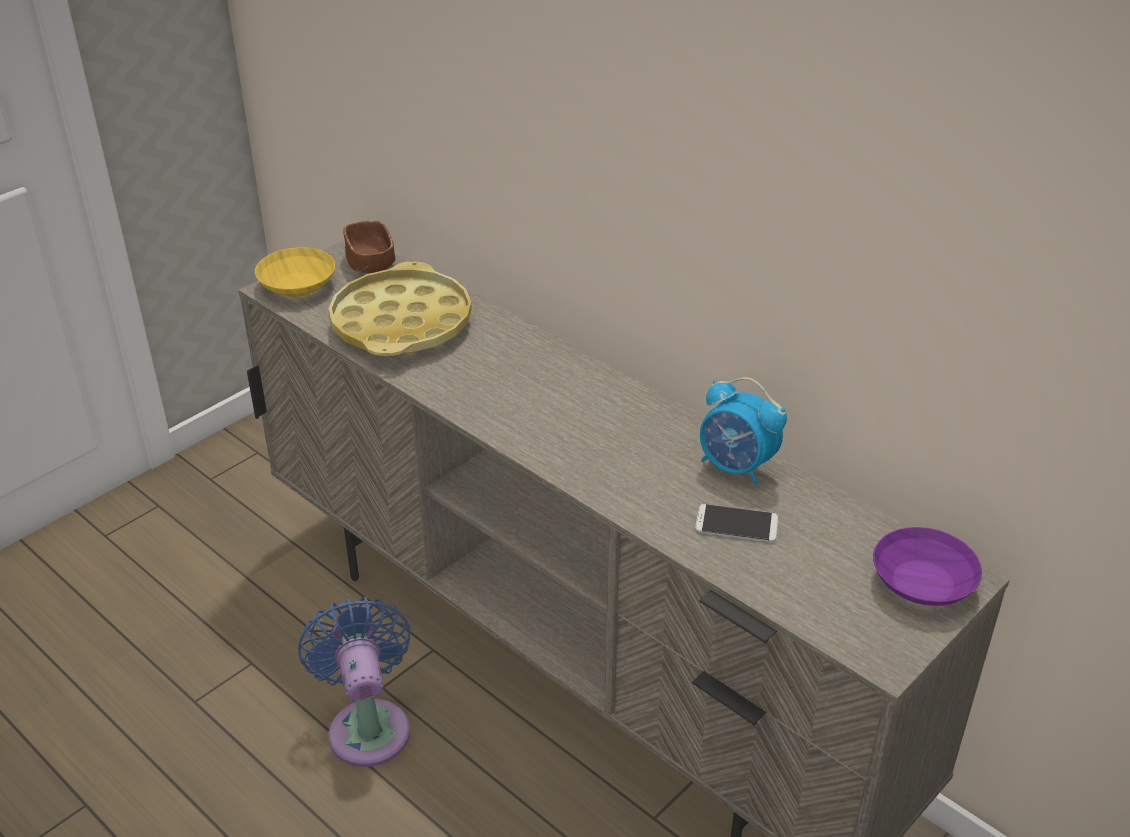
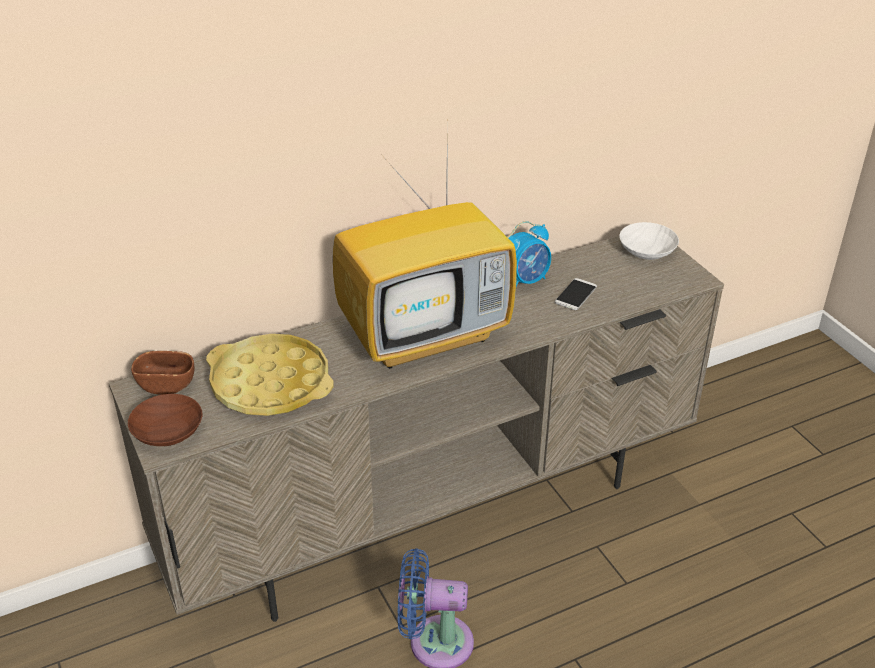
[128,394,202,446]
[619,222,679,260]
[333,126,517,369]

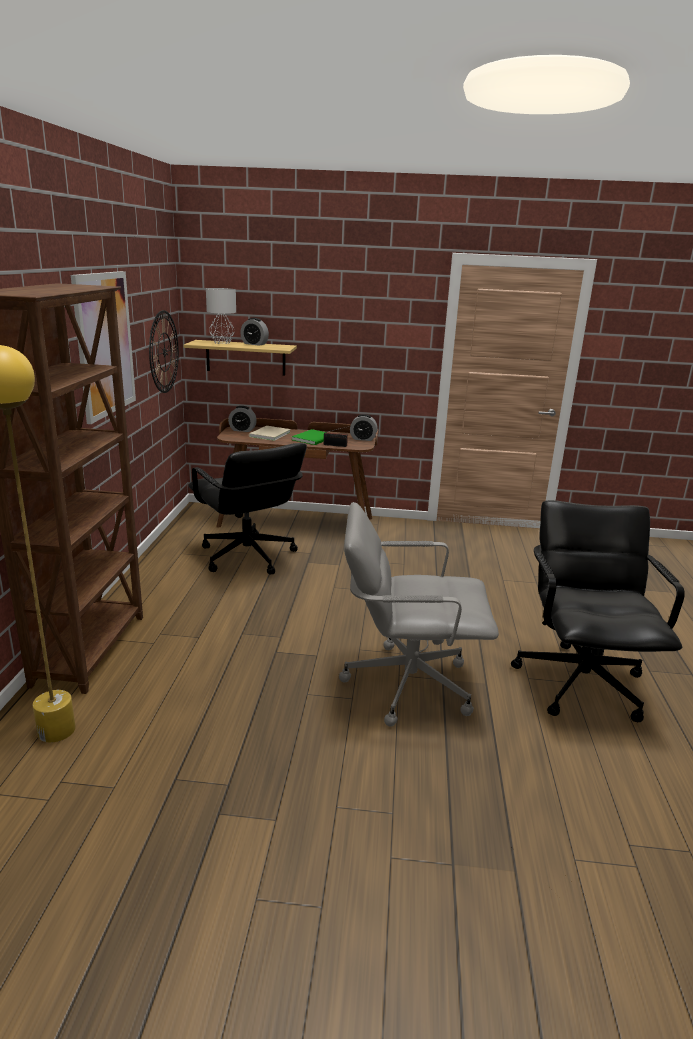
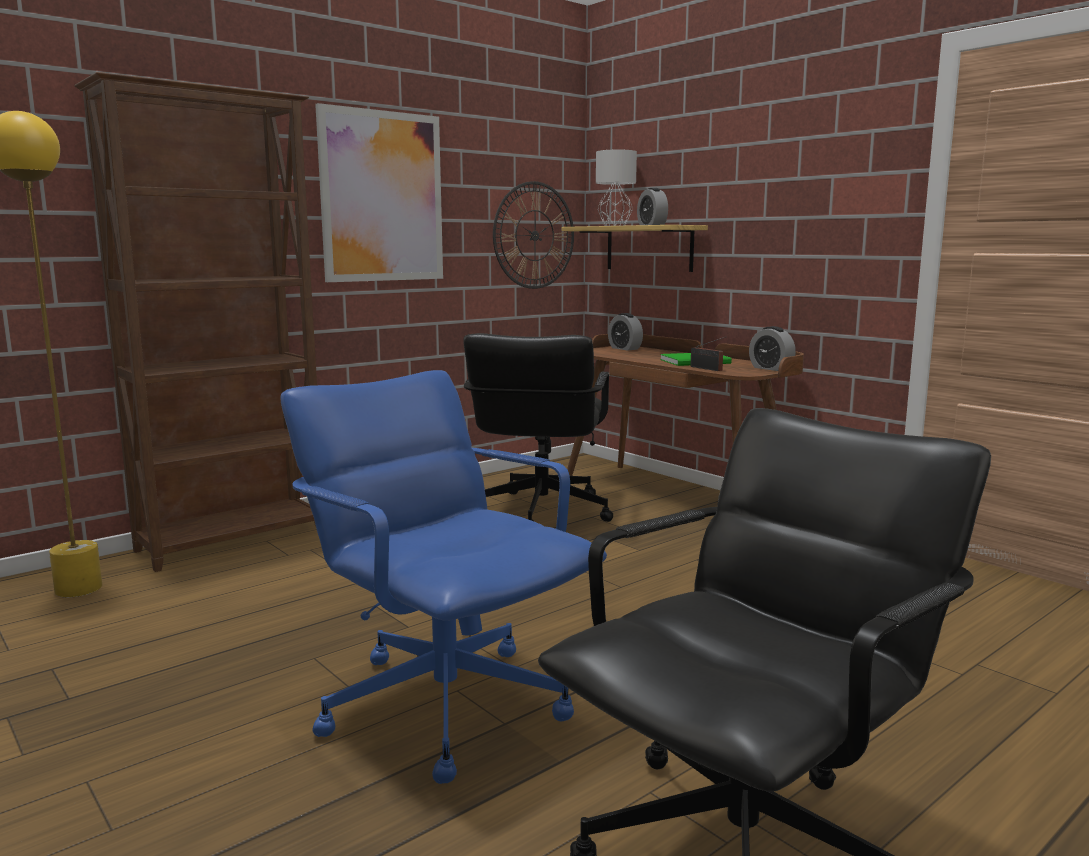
[249,426,291,441] (first image)
[280,370,607,784]

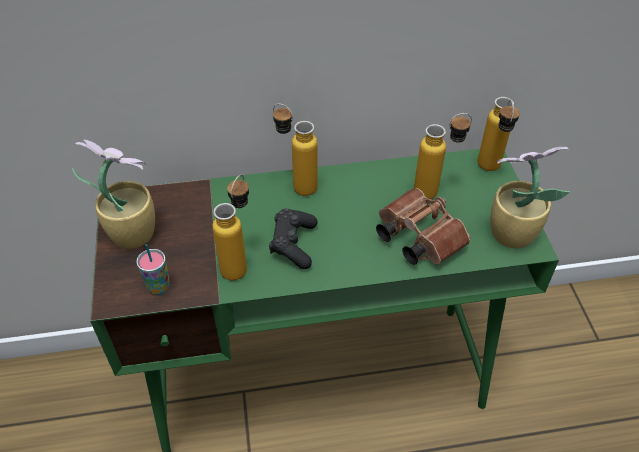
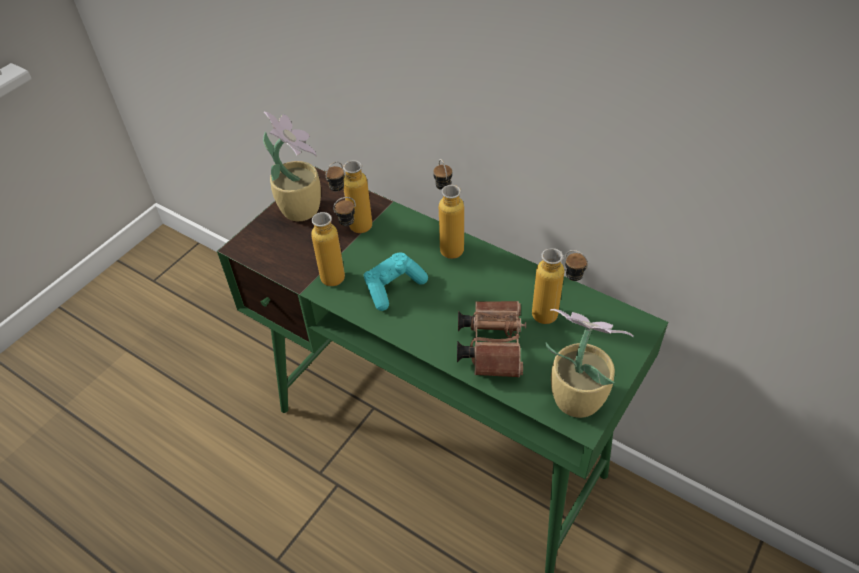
[136,244,170,295] (first image)
[364,252,428,311]
[325,161,372,233]

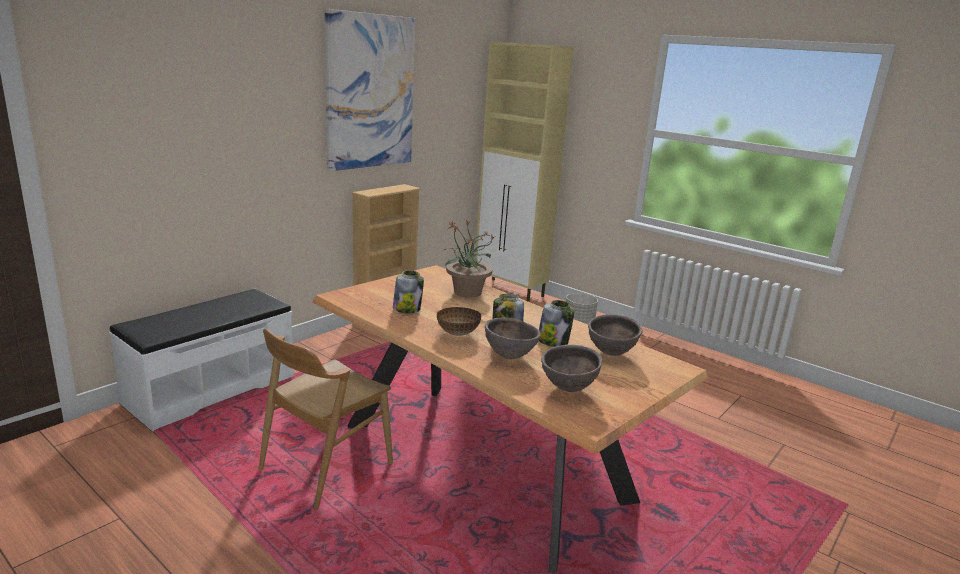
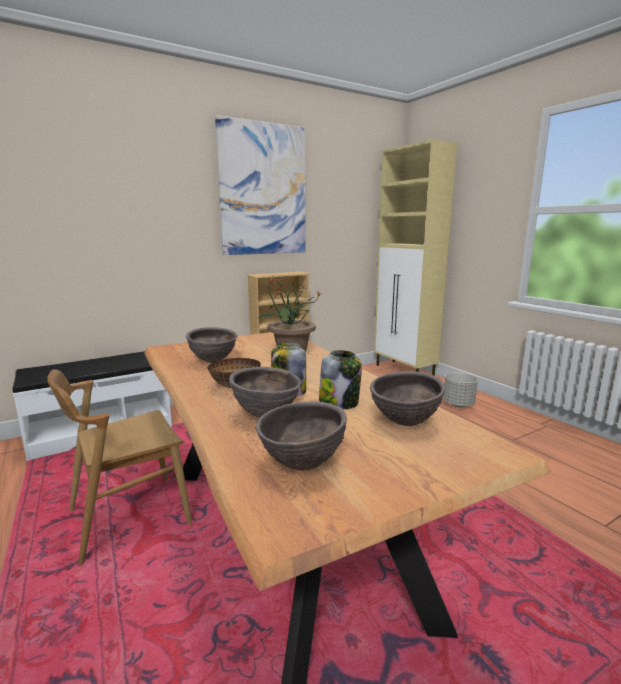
[186,327,237,363]

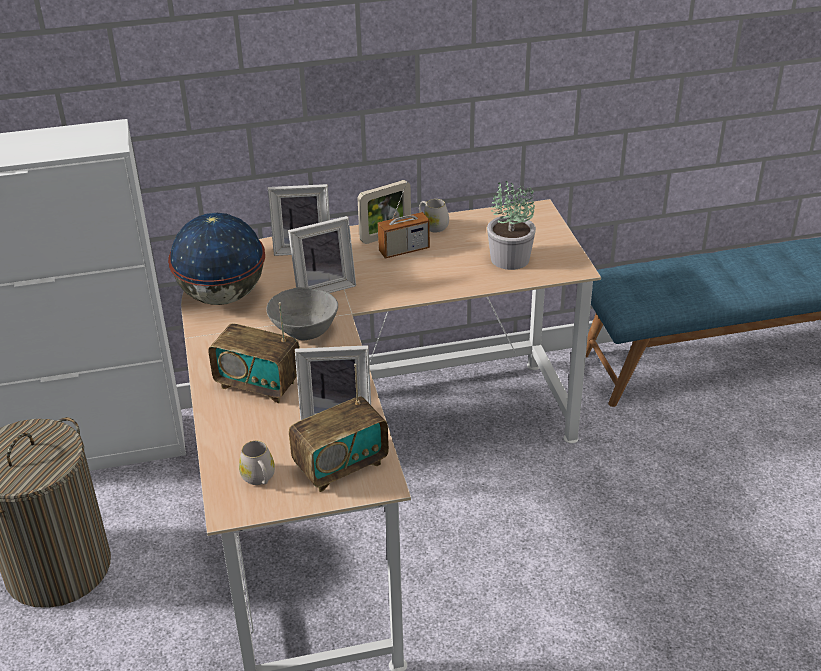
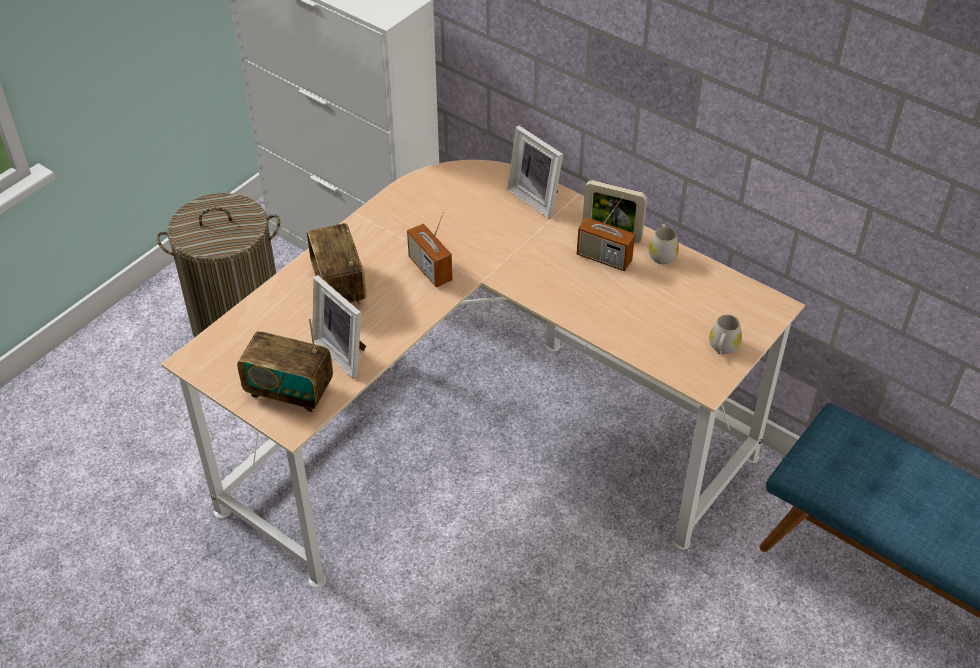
[168,213,265,305] (first image)
[709,315,742,354]
[407,212,453,287]
[288,216,356,293] (first image)
[487,181,536,270] (first image)

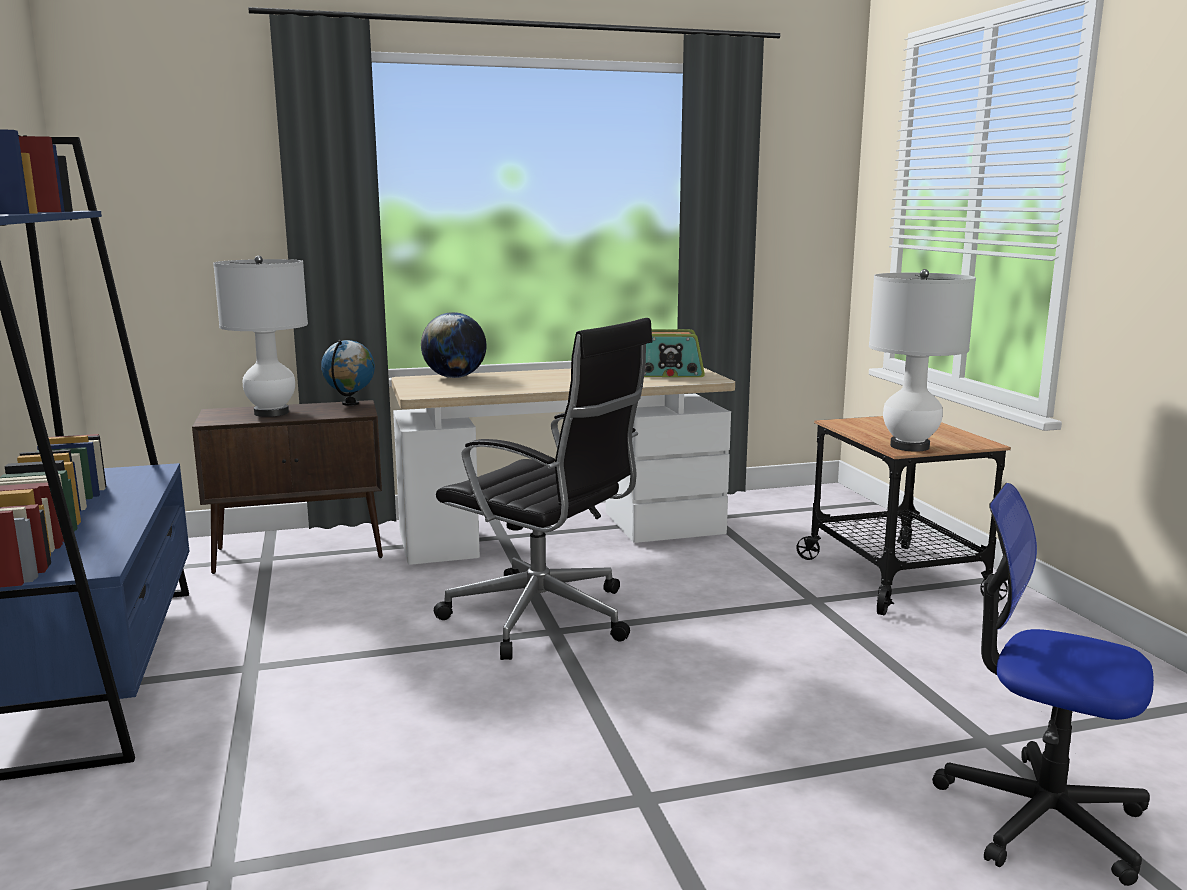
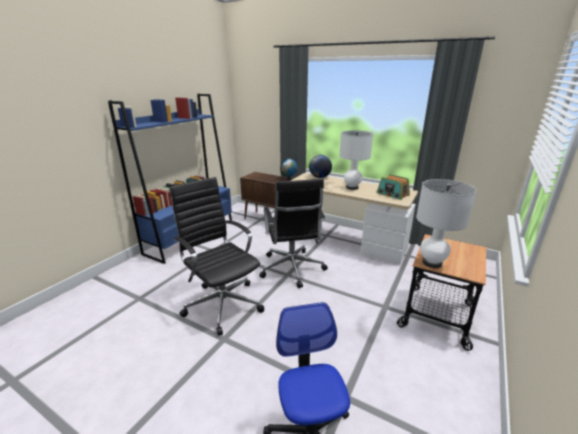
[339,130,373,190]
[169,177,264,336]

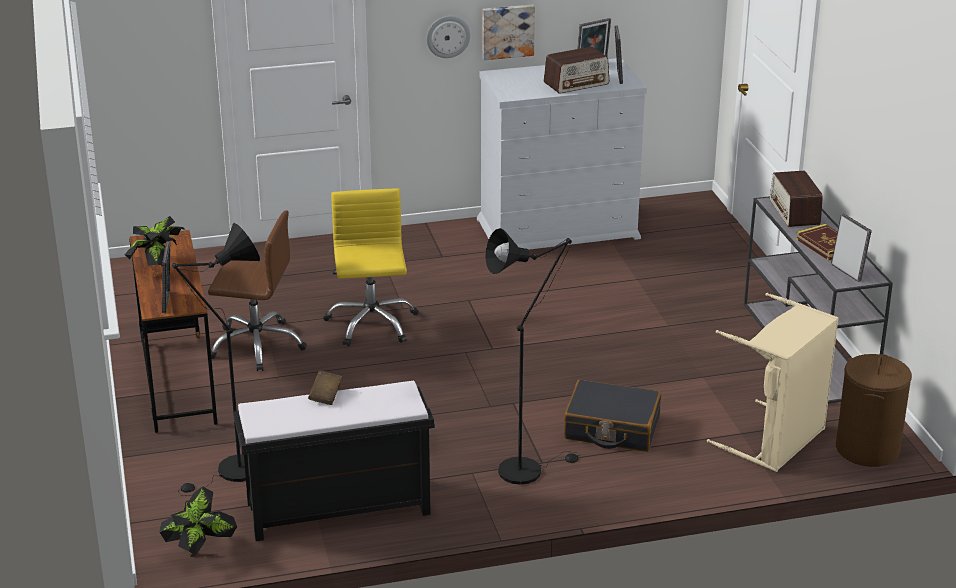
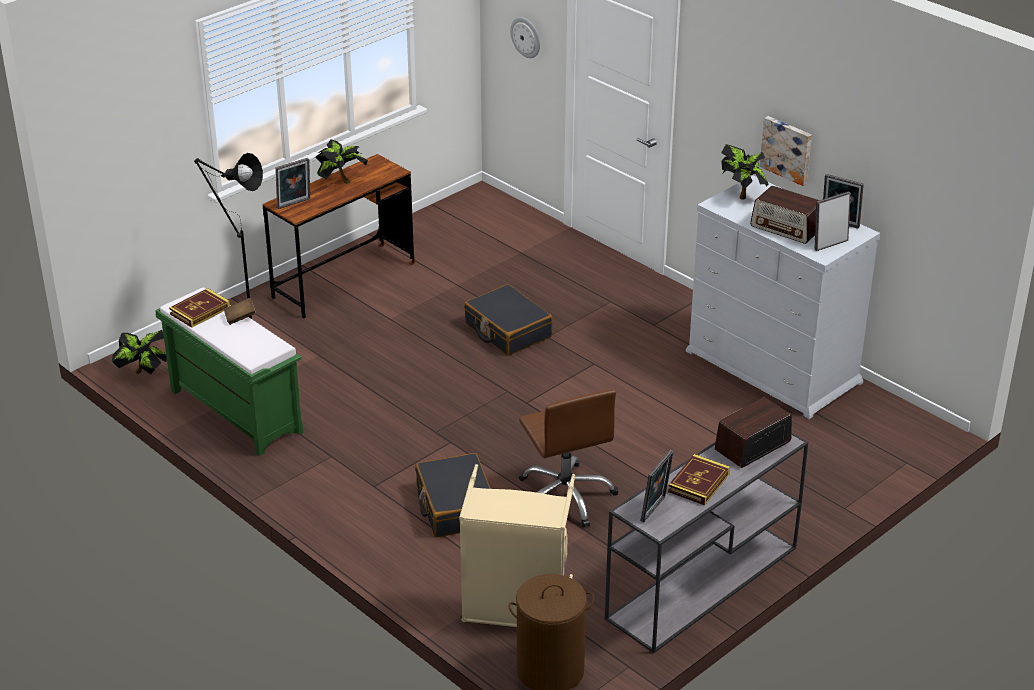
[519,389,619,527]
[155,288,303,456]
[464,284,553,356]
[510,17,540,58]
[485,228,580,485] (first image)
[169,288,230,328]
[721,144,768,199]

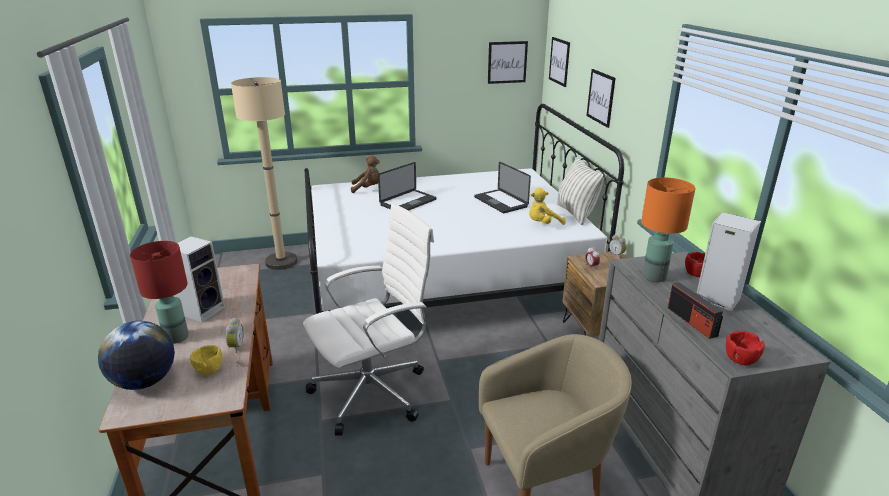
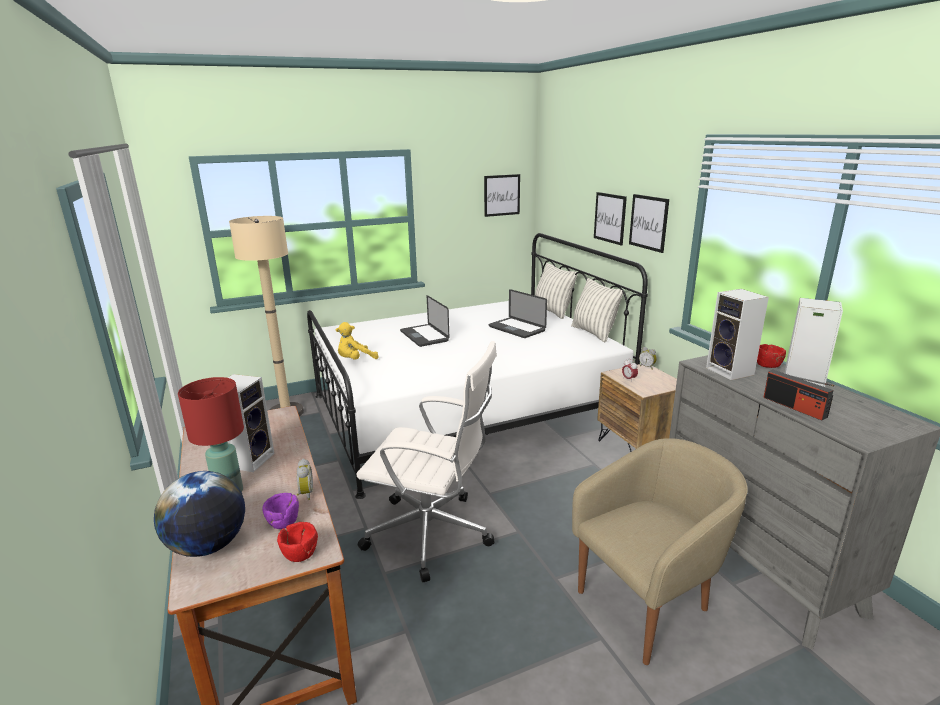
[263,493,299,529]
[356,341,497,582]
[351,156,380,193] (first image)
[400,295,449,347]
[336,322,379,359]
[629,194,669,253]
[706,289,769,380]
[277,522,318,562]
[535,263,577,319]

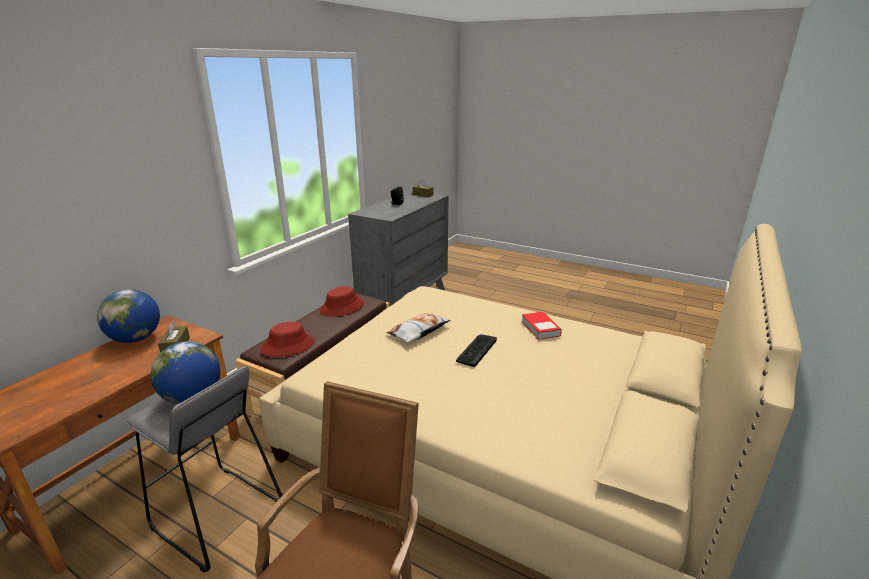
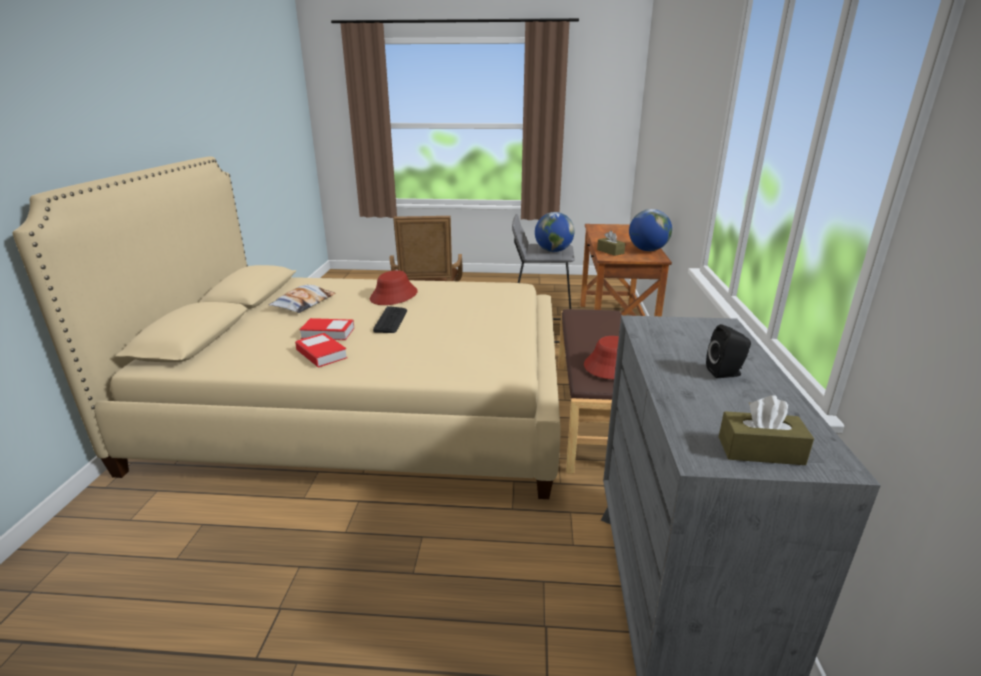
[370,270,418,305]
[269,285,336,313]
[299,318,354,340]

